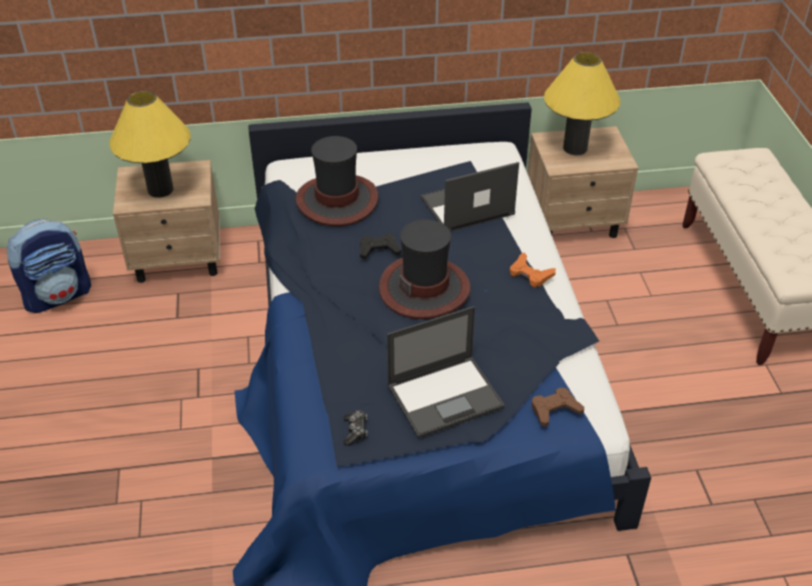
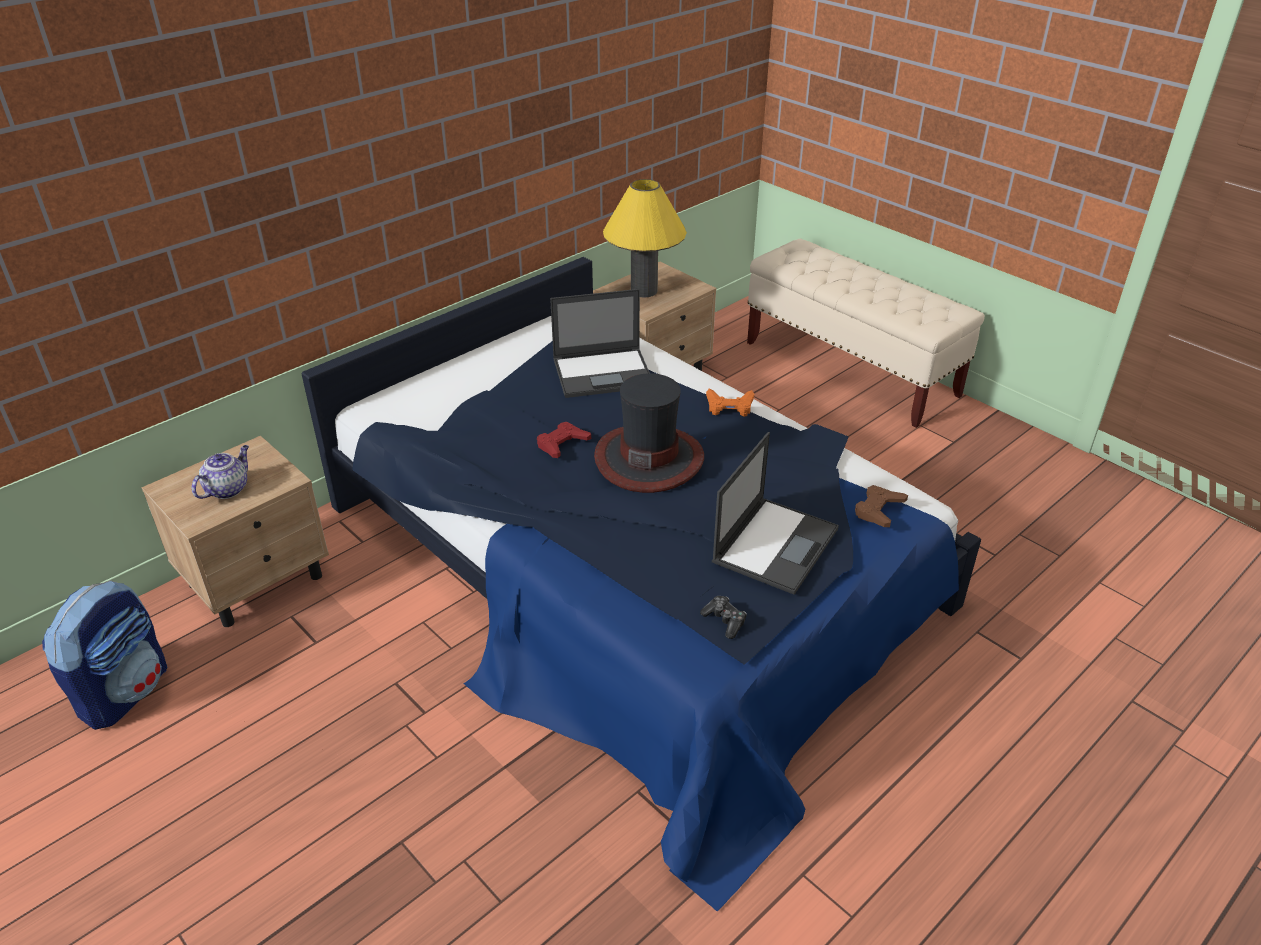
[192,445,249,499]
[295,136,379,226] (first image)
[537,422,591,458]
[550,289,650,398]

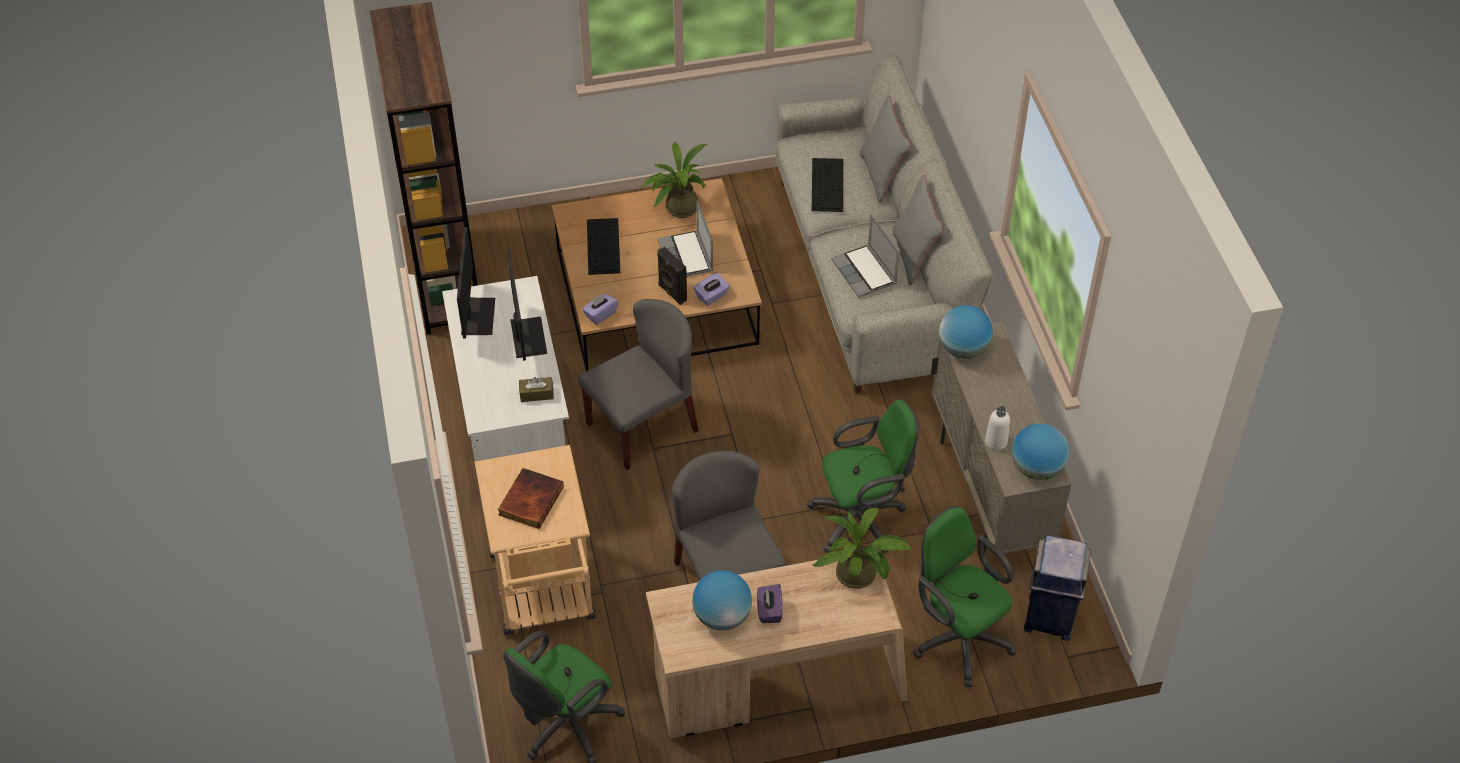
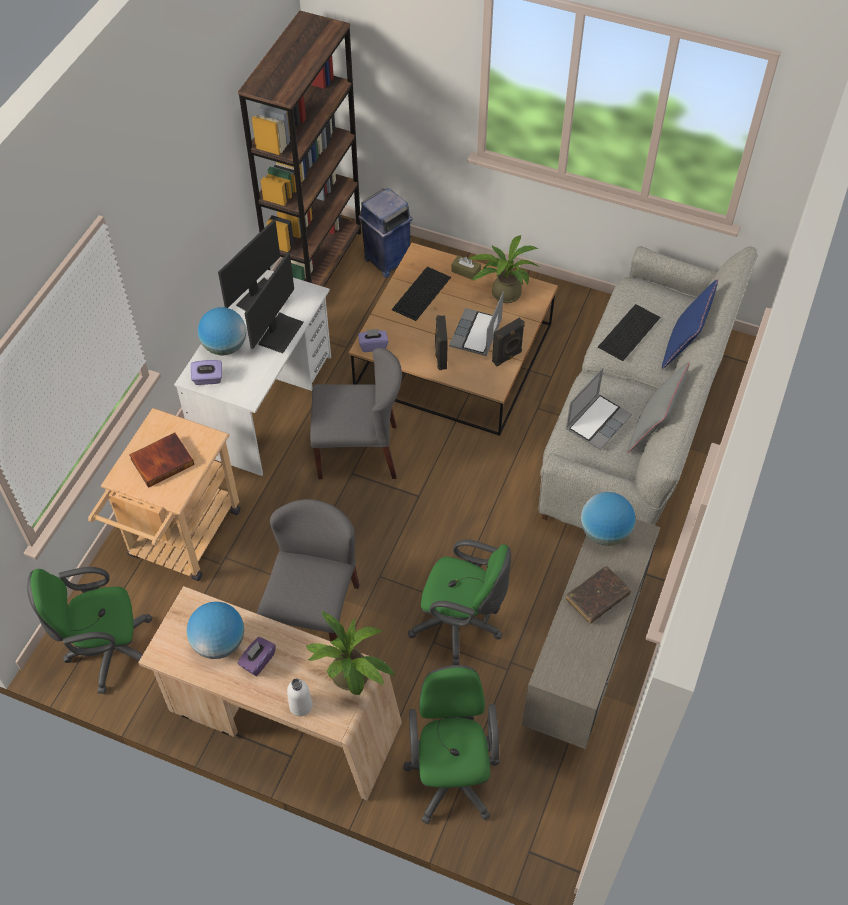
[451,255,481,281]
[191,360,222,385]
[565,368,632,450]
[662,279,718,369]
[287,678,313,716]
[198,307,246,355]
[358,188,413,278]
[492,317,525,367]
[566,566,631,624]

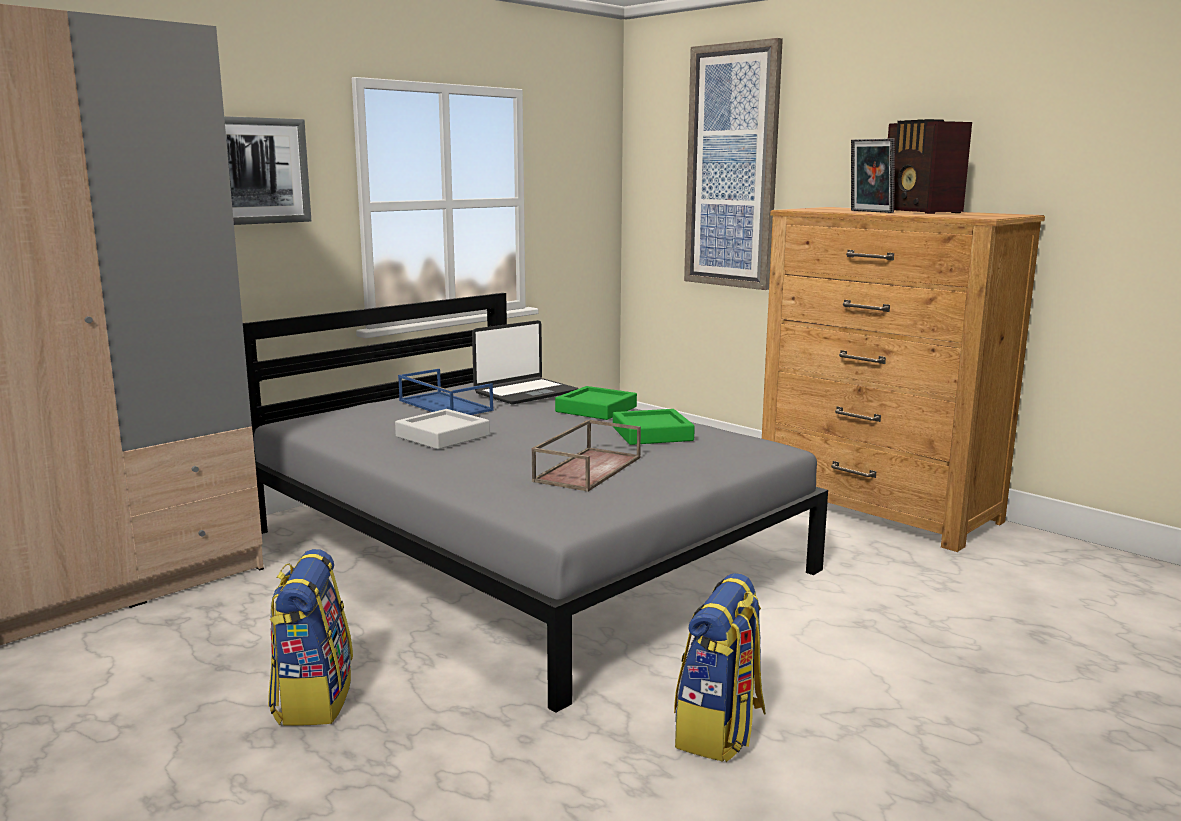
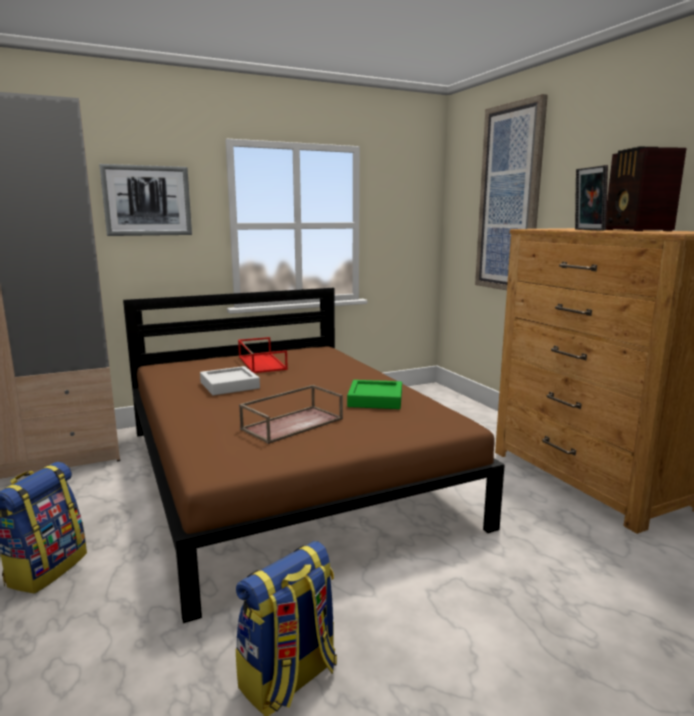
[123,288,505,623]
[238,337,288,373]
[472,320,578,405] (first image)
[555,386,637,420] (first image)

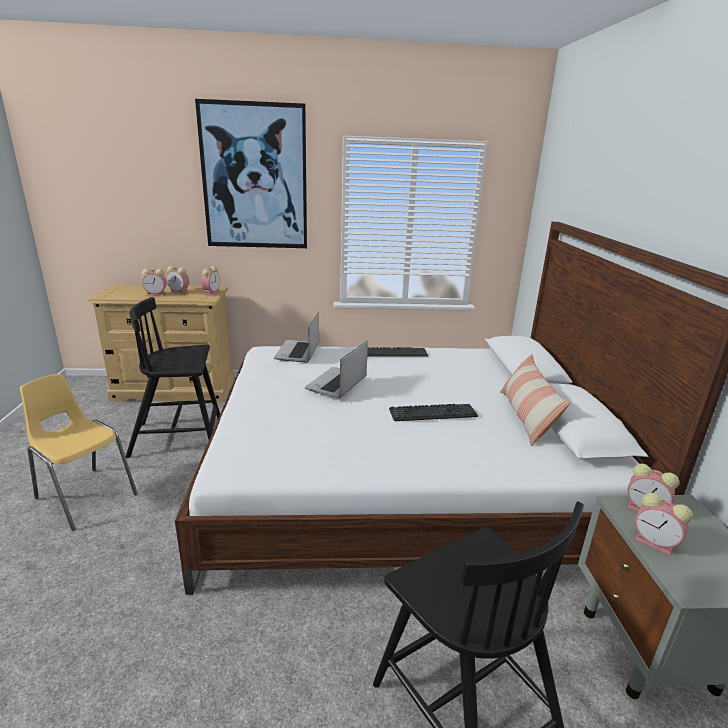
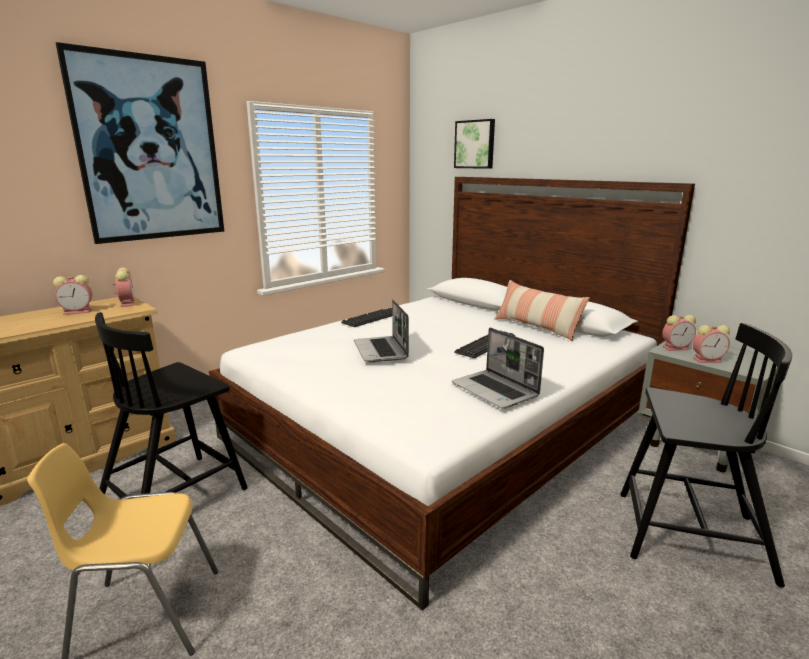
[142,269,167,296] (first image)
[452,327,544,409]
[454,119,495,169]

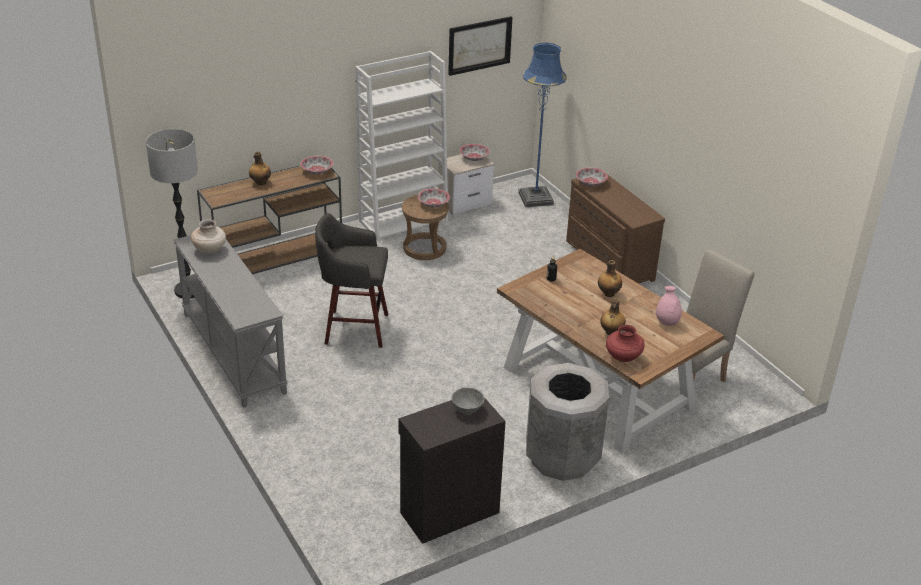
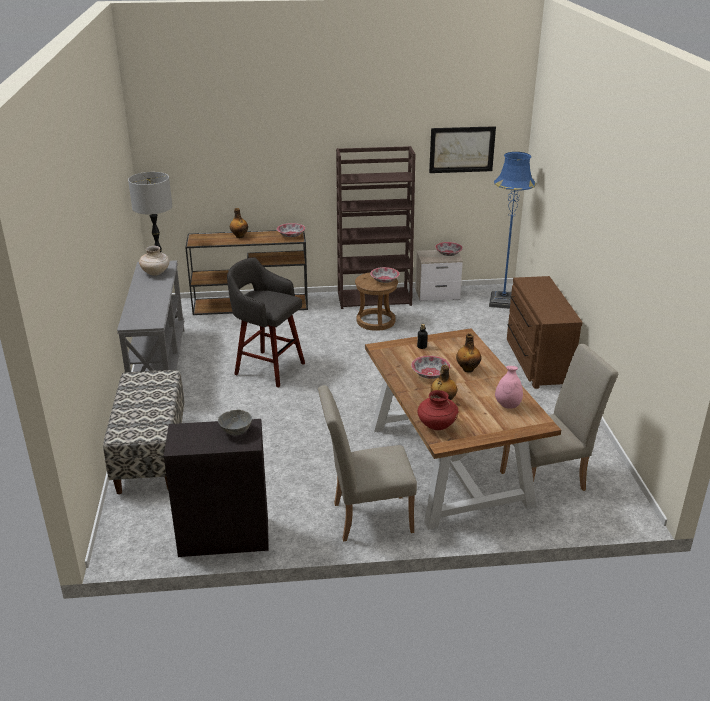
[336,146,415,309]
[318,385,417,541]
[411,356,450,379]
[103,370,184,494]

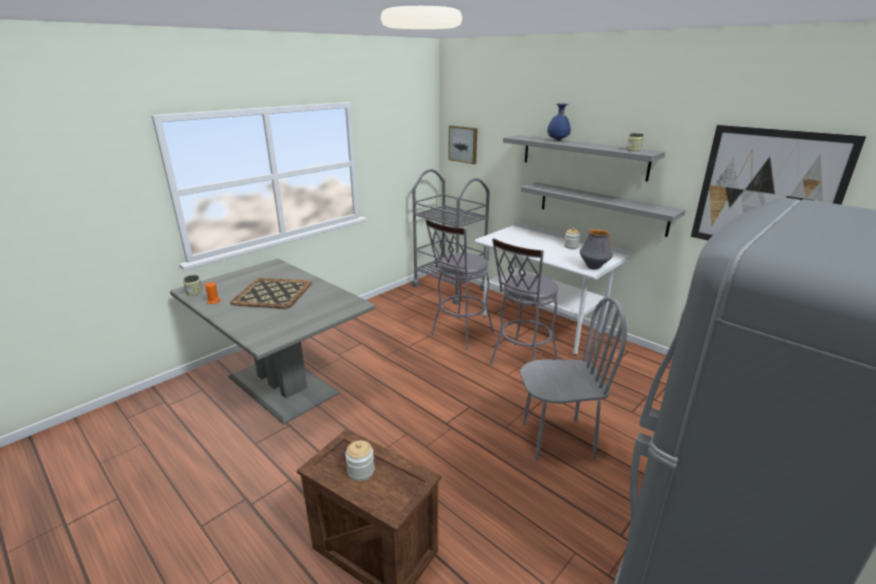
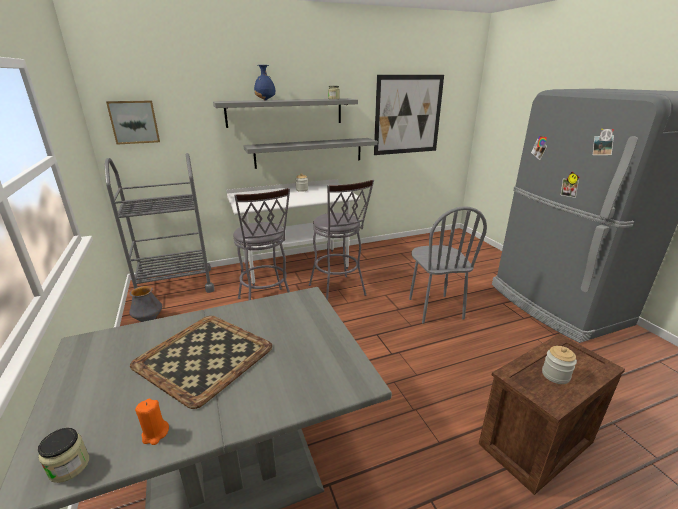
[409,206,487,323]
[129,286,162,322]

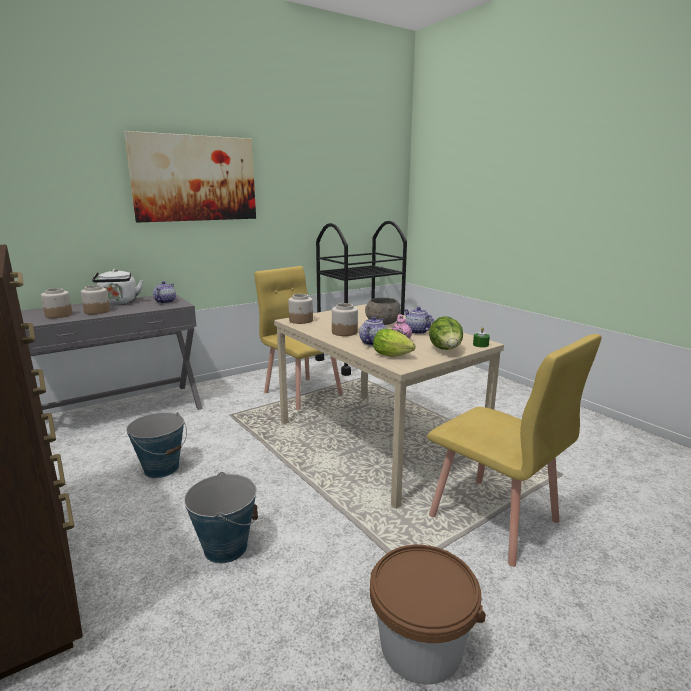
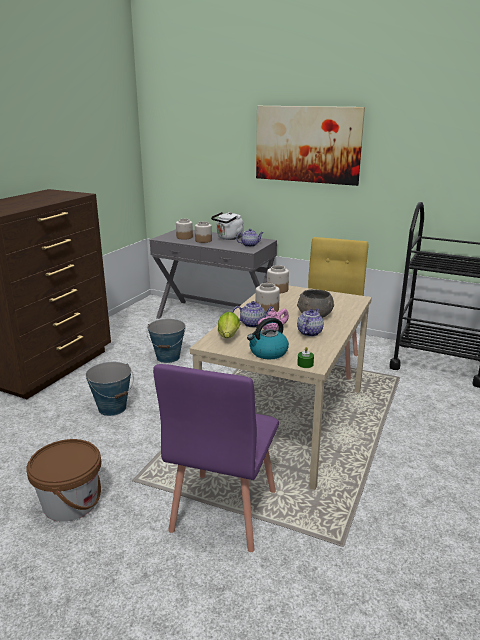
[153,364,279,552]
[247,318,289,359]

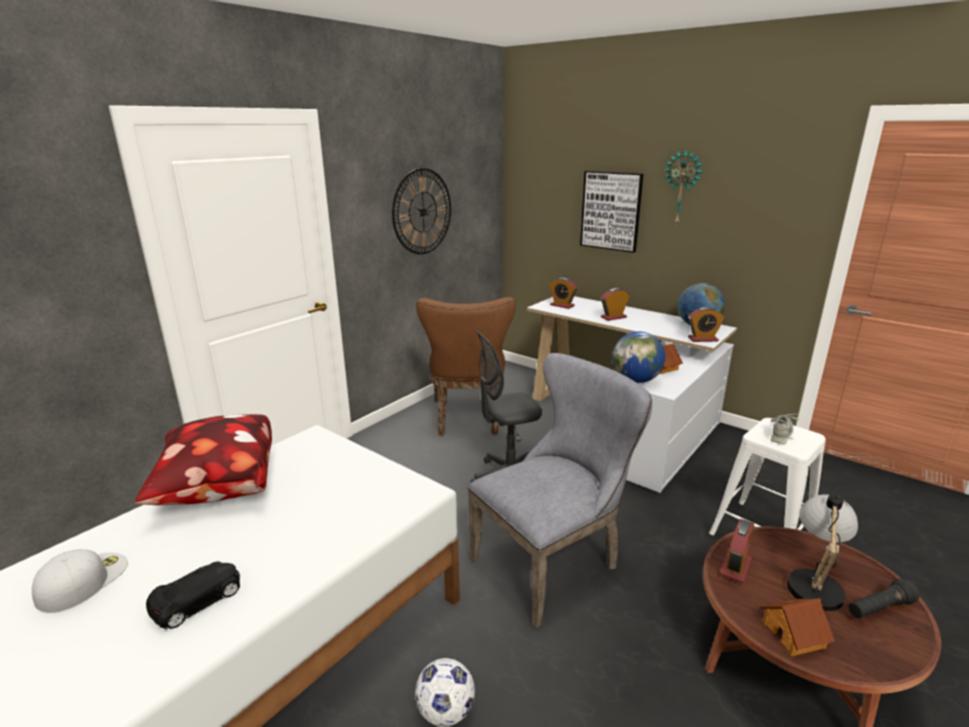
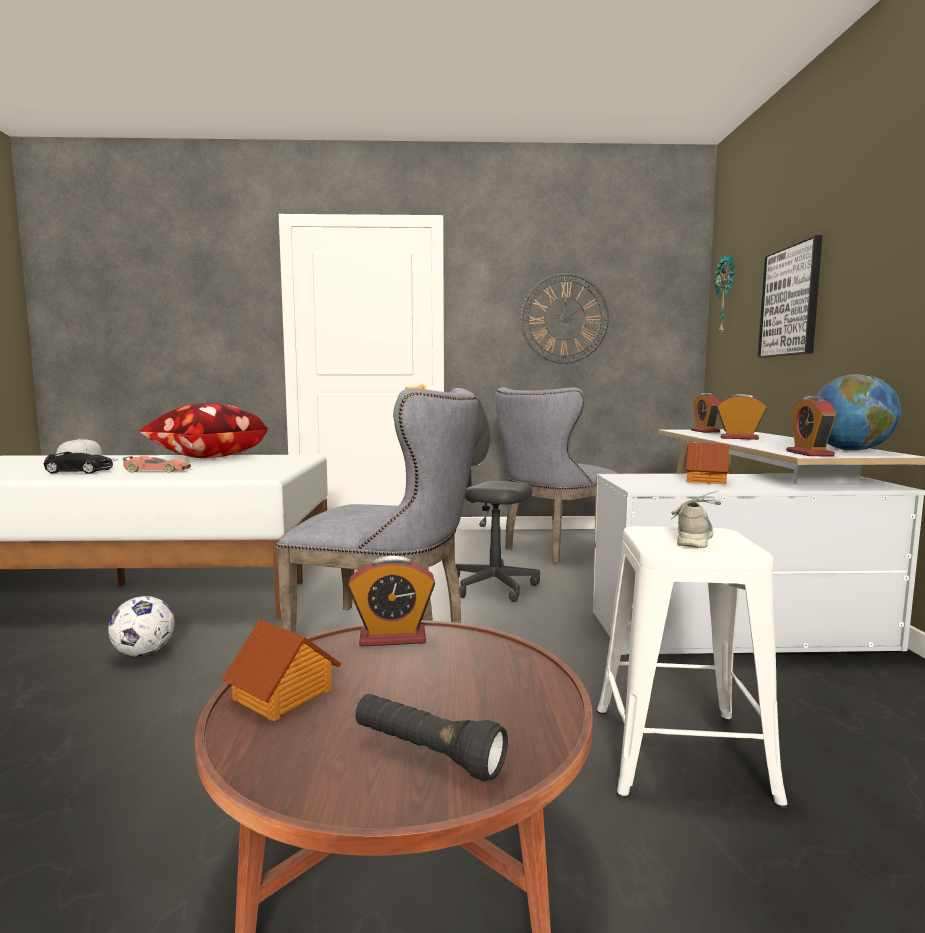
[495,387,619,563]
[612,332,666,383] (first image)
[714,254,735,333]
[786,396,837,456]
[671,491,722,548]
[787,493,858,611] (first image)
[123,456,191,473]

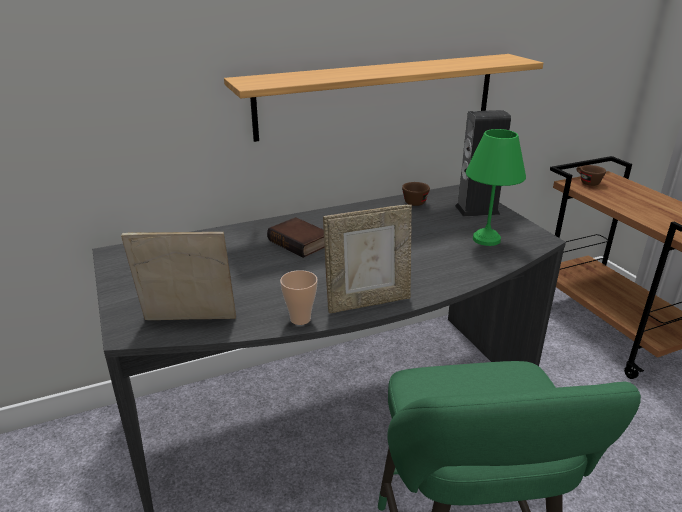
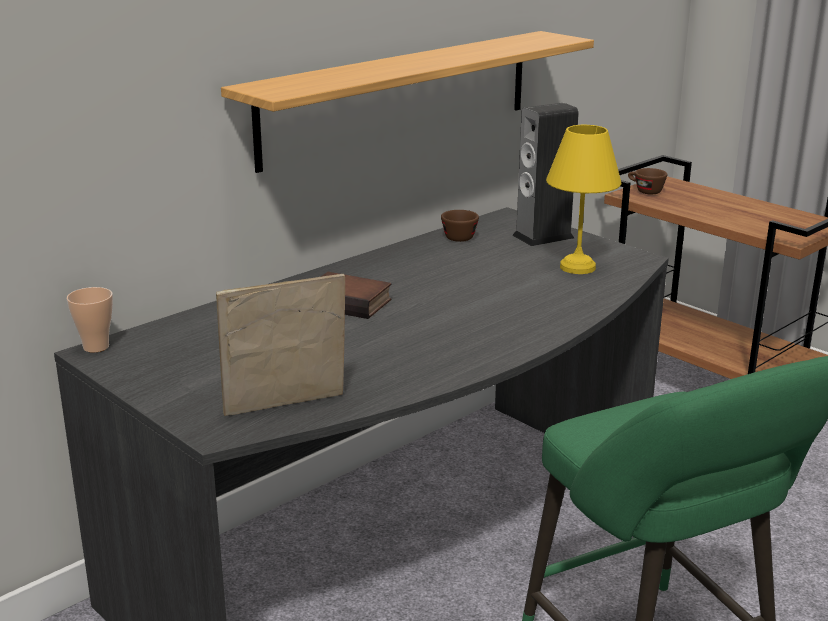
[67,287,113,352]
[323,205,412,313] (first image)
[546,125,621,274]

